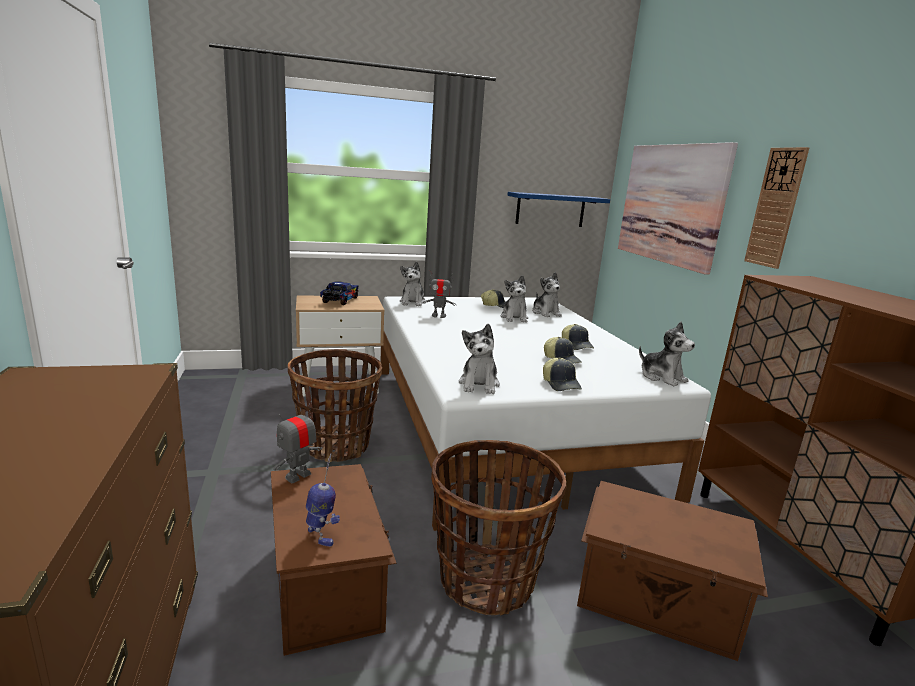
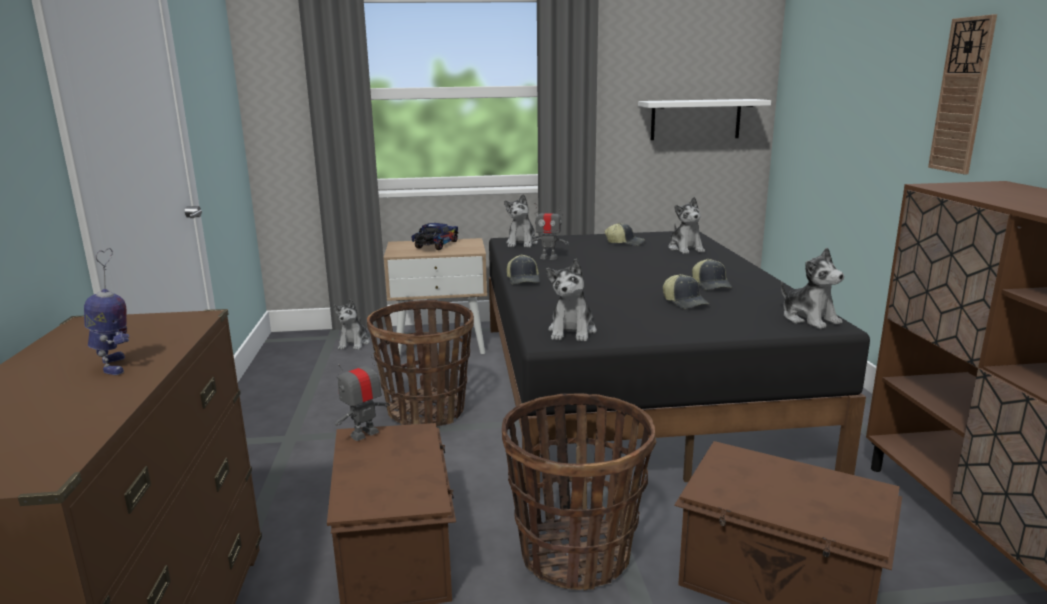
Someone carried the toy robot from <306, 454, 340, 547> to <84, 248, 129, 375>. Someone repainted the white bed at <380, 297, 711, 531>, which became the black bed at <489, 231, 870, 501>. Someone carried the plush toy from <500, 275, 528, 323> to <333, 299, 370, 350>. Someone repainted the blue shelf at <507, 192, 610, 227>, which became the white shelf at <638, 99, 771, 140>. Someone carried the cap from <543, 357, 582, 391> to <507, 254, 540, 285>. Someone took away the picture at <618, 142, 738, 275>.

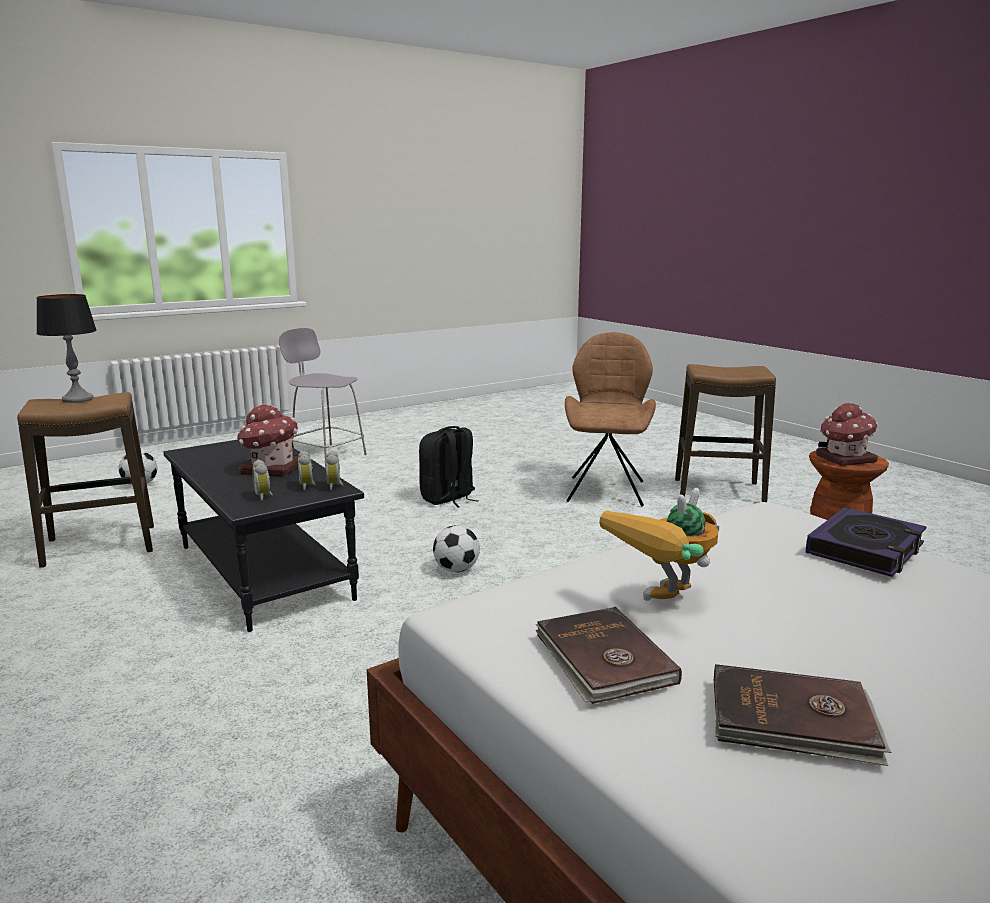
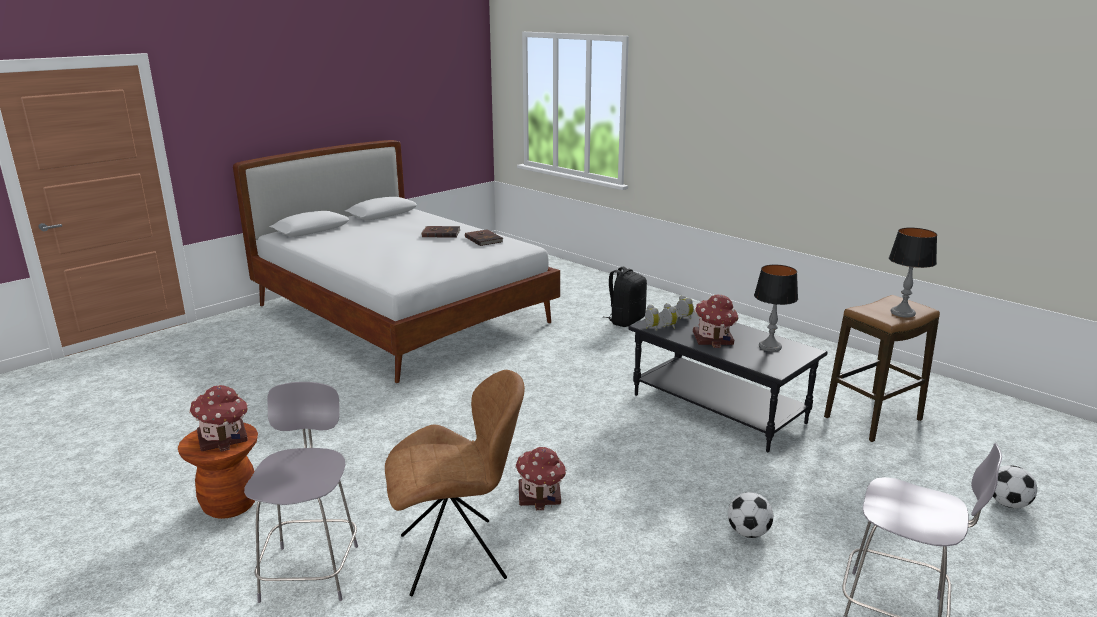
Someone carried the black backpack from <419, 426, 478, 508> to <604, 267, 647, 327>. Someone carried the football from <433, 525, 480, 573> to <728, 492, 774, 538>. Someone rotated the brown chair at <565, 332, 656, 507> by 105 degrees counterclockwise. Someone took away the toy robot at <599, 488, 719, 601>. Someone swapped the stool at <675, 364, 776, 502> for the grey chair at <244, 382, 358, 603>. Someone took away the book at <805, 507, 926, 577>. Someone put down the toy house at <515, 447, 567, 510>. Someone put down the table lamp at <754, 265, 798, 352>.

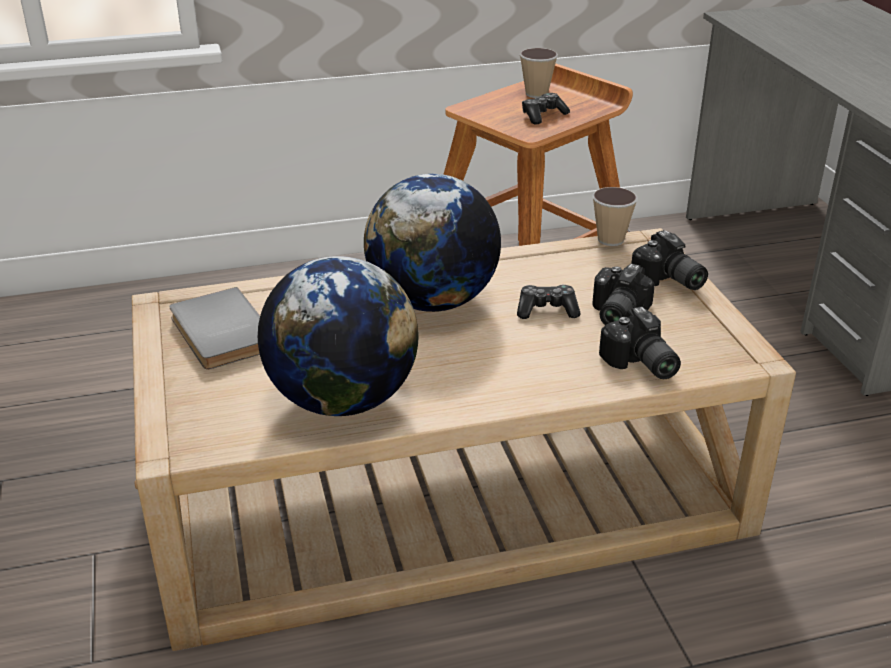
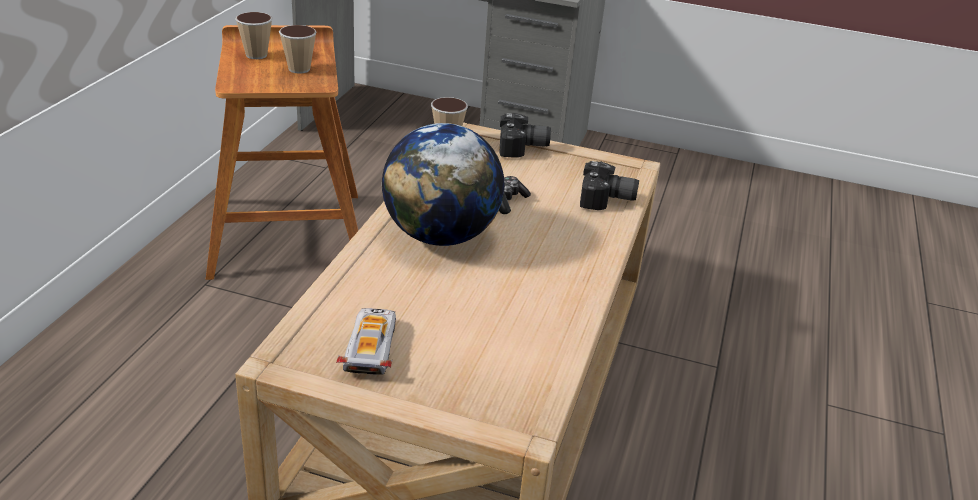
Someone swapped the grey book at <170, 287, 260, 370> for the toy car at <336, 308, 396, 375>. Someone took away the globe at <258, 256, 418, 416>. Someone swapped the game controller at <522, 93, 570, 125> for the cup at <279, 25, 317, 74>. Someone took away the photo camera at <592, 264, 655, 325>.

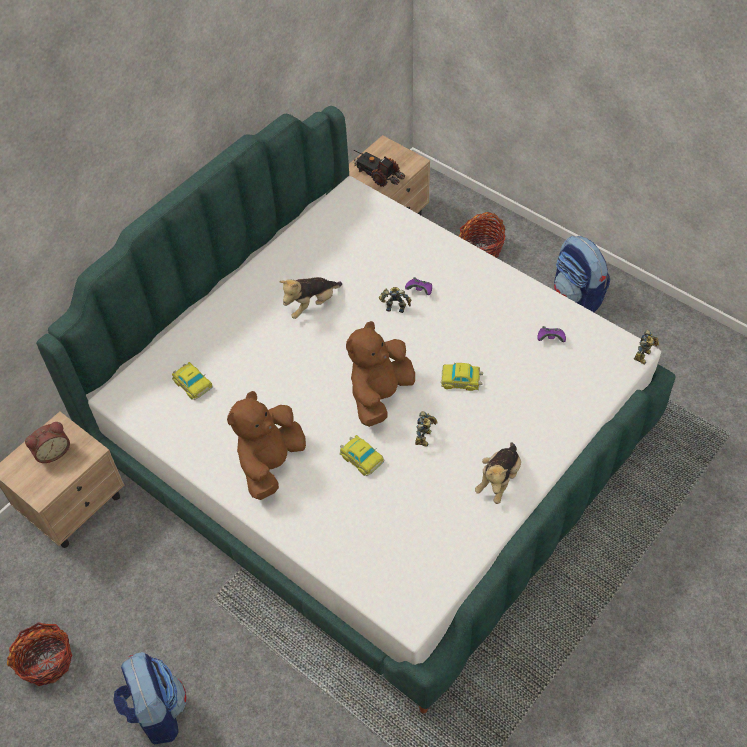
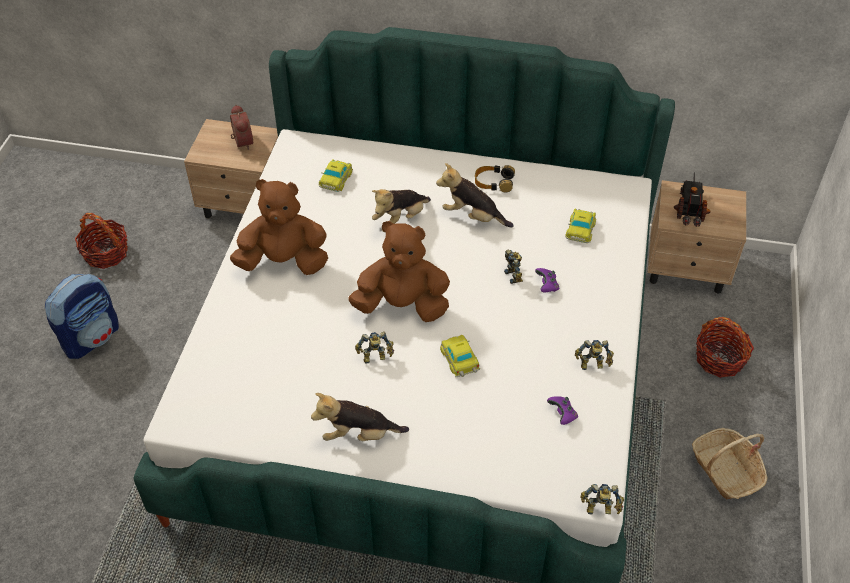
Someone rotated the alarm clock at <25, 422, 70, 463> by 135 degrees counterclockwise. Someone carried the toy car from <339, 435, 384, 476> to <565, 209, 596, 243>. Someone swapped the backpack at <554, 236, 610, 312> for the basket at <692, 428, 767, 499>. Someone put down the plush toy at <372, 189, 431, 232>. Someone put down the headphones at <475, 165, 515, 192>. Someone put down the toy robot at <575, 340, 614, 370>.

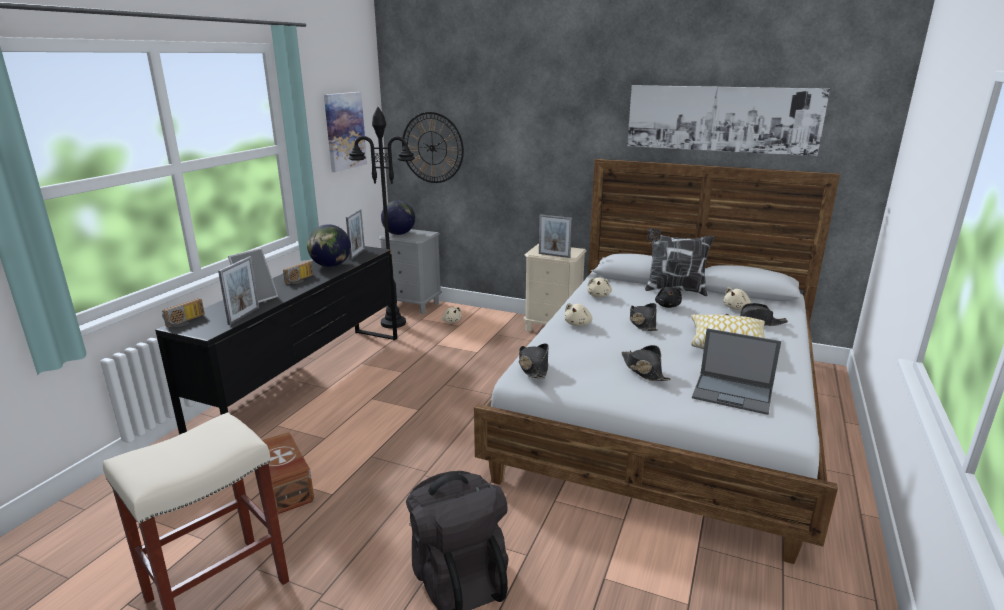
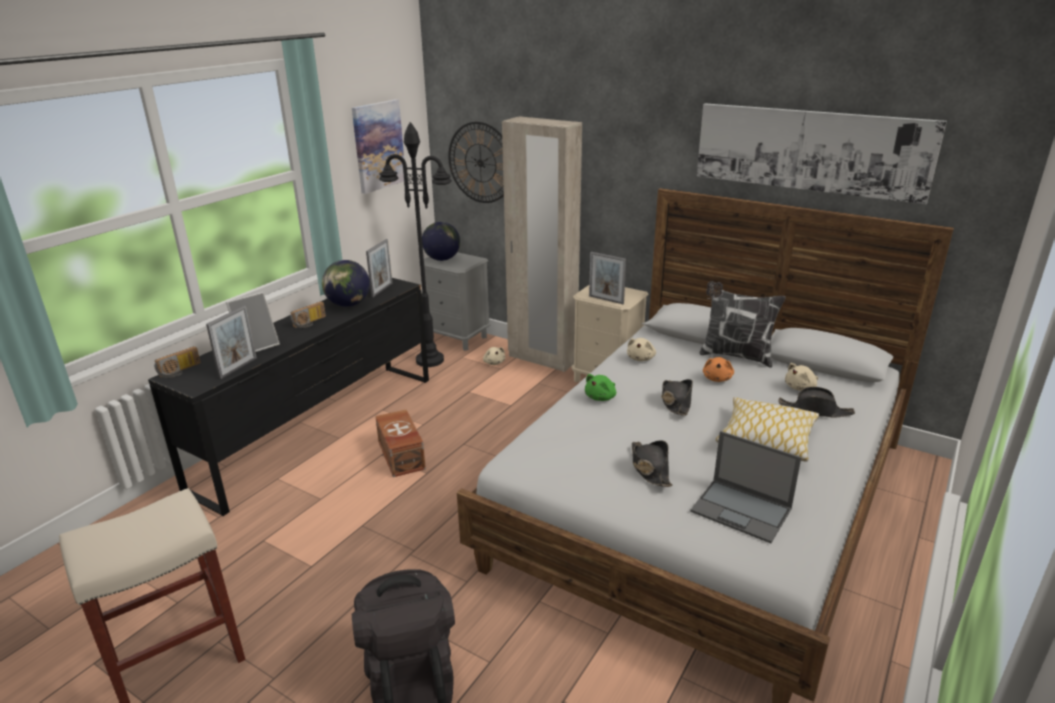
Someone carried the brown storage box from <262, 432, 315, 515> to <375, 410, 426, 477>. Someone took away the black hat at <519, 344, 548, 379>. Someone repainted the beige plush toy at <564, 303, 592, 326>, which became the green plush toy at <585, 374, 616, 401>. Someone repainted the black plush toy at <655, 287, 682, 308>, which became the orange plush toy at <703, 357, 734, 382>. Someone put down the beige wardrobe at <502, 116, 582, 372>.

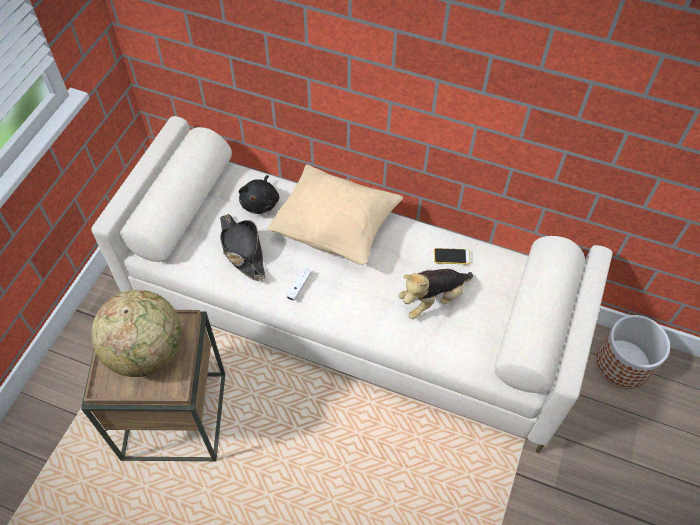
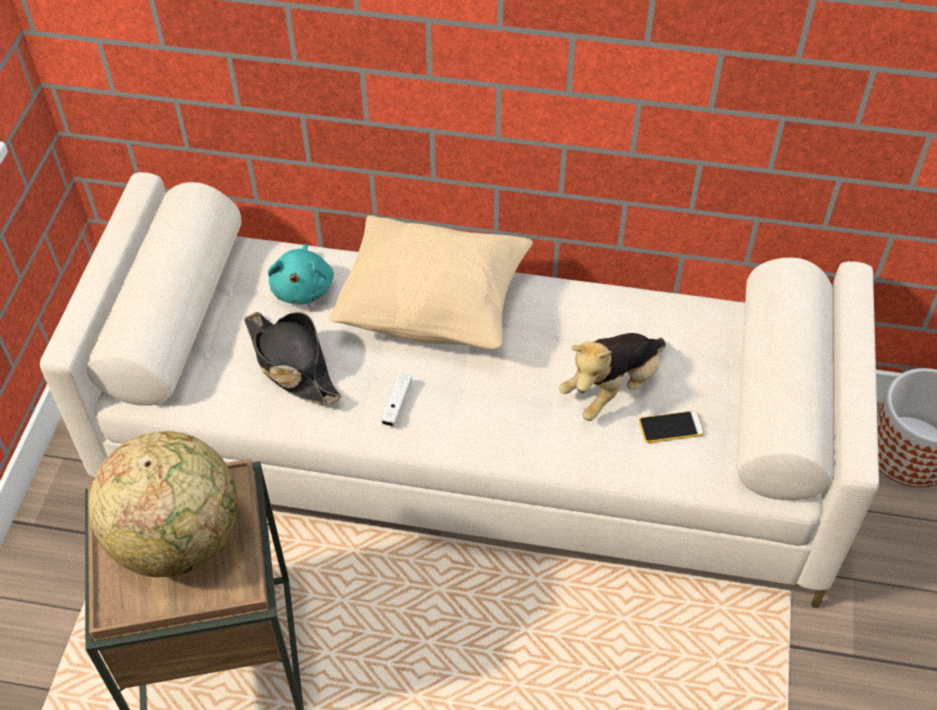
Someone repainted the black plush toy at <239, 175, 279, 214>, which became the turquoise plush toy at <268, 244, 334, 304>. Someone carried the phone from <434, 248, 470, 265> to <639, 411, 704, 443>.

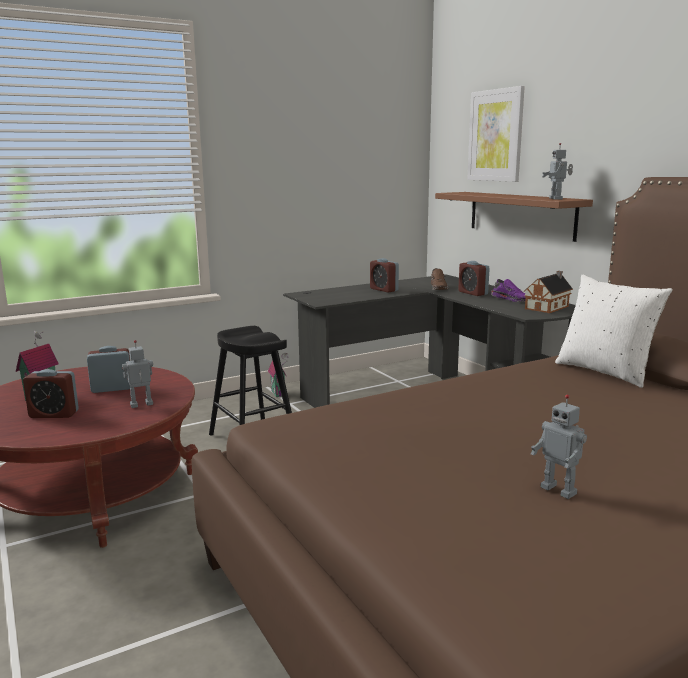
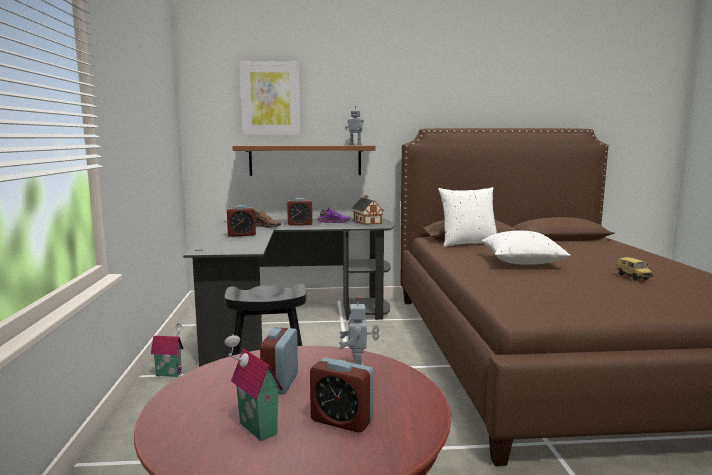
Someone rotated the alarm clock at <23, 369, 79, 418> by 90 degrees clockwise. Someone swapped the toy robot at <531, 394, 587, 499> for the toy car at <616, 257, 653, 281>. Someone put down the white pillow at <481, 231, 570, 265>.

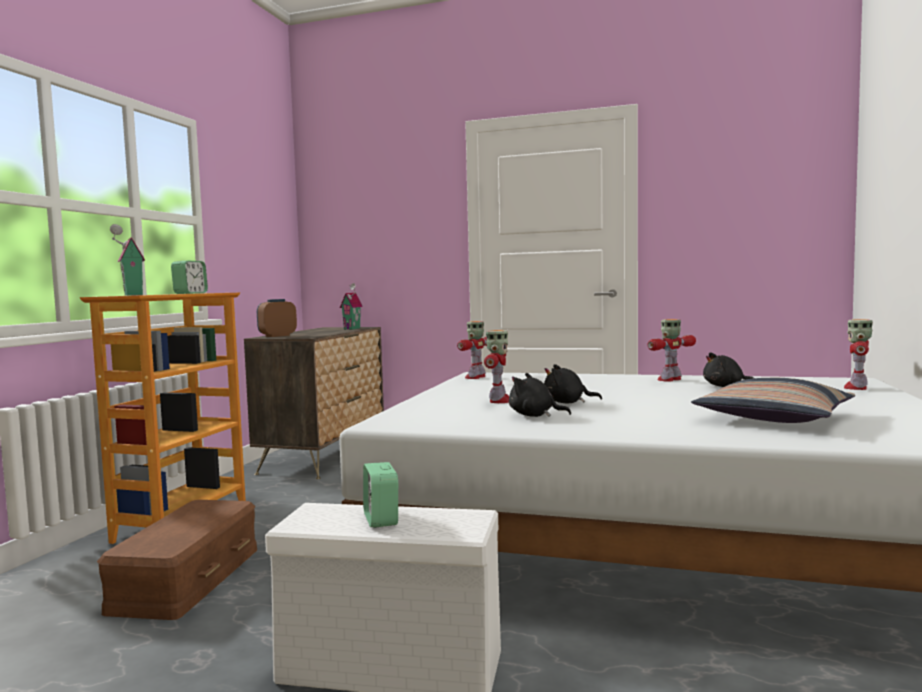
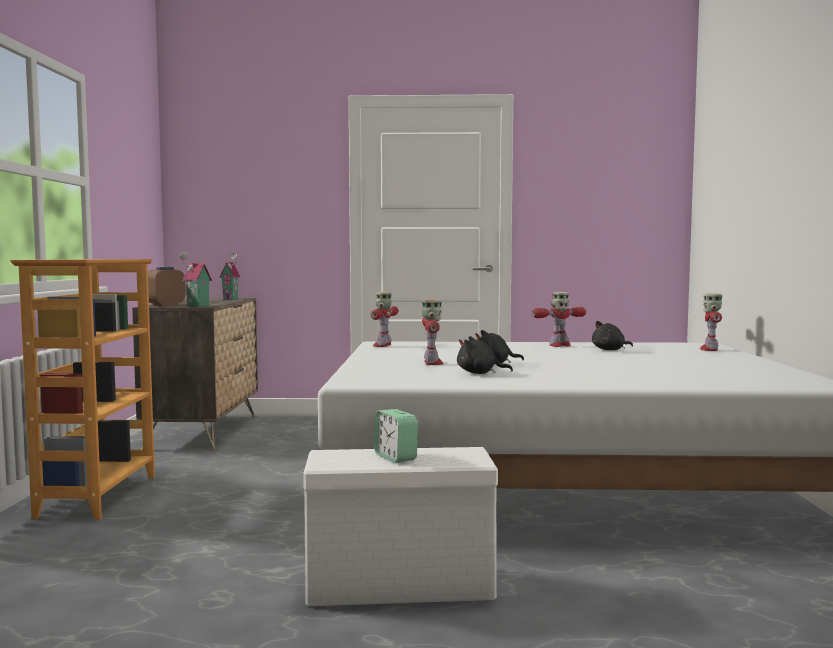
Someone took away the brown storage box at <97, 500, 257, 620>. Someone carried the toy house from <110, 224, 145, 296> to <179, 252, 212, 307>. Someone took away the alarm clock at <171, 261, 208, 294>. Someone rotated the toy robot at <647, 319, 696, 382> by 150 degrees counterclockwise. Someone took away the pillow at <691, 378, 855, 423>.

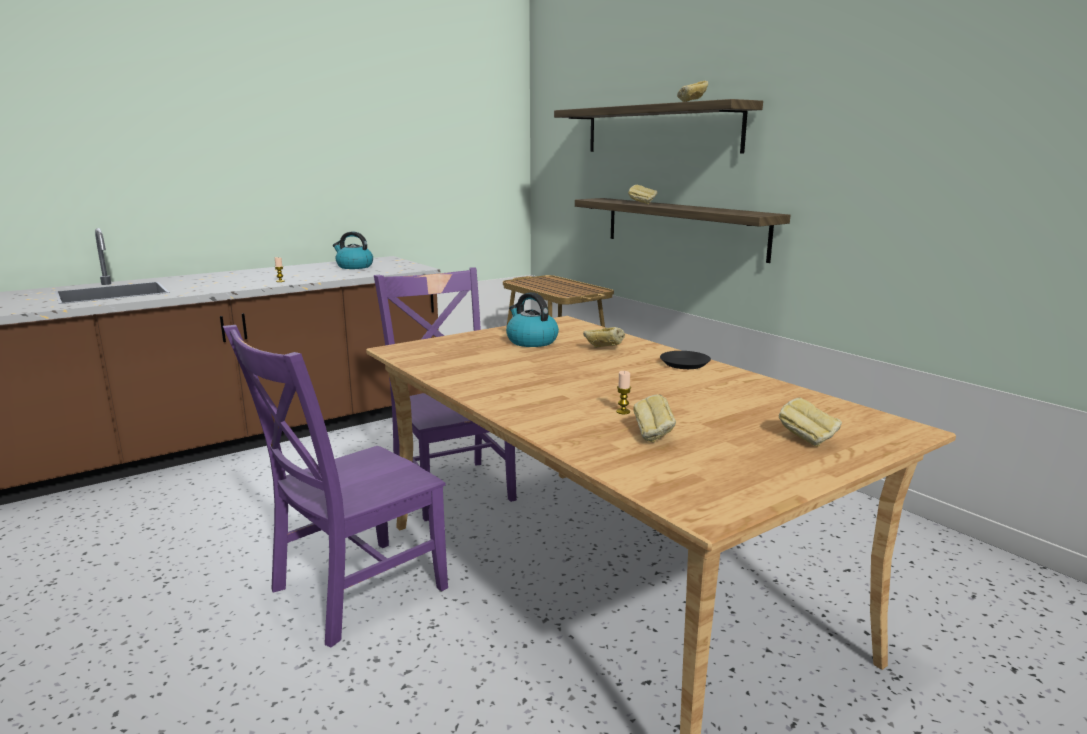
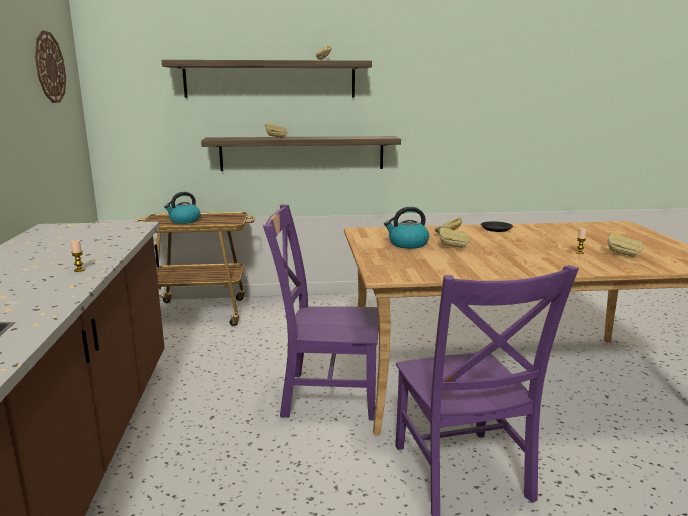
Someone carried the kettle from <333, 232, 373, 269> to <164, 192, 200, 224>. Someone carried the bread from <779, 398, 842, 447> to <439, 228, 469, 248>. Someone put up the wall clock at <35, 30, 66, 103>.

